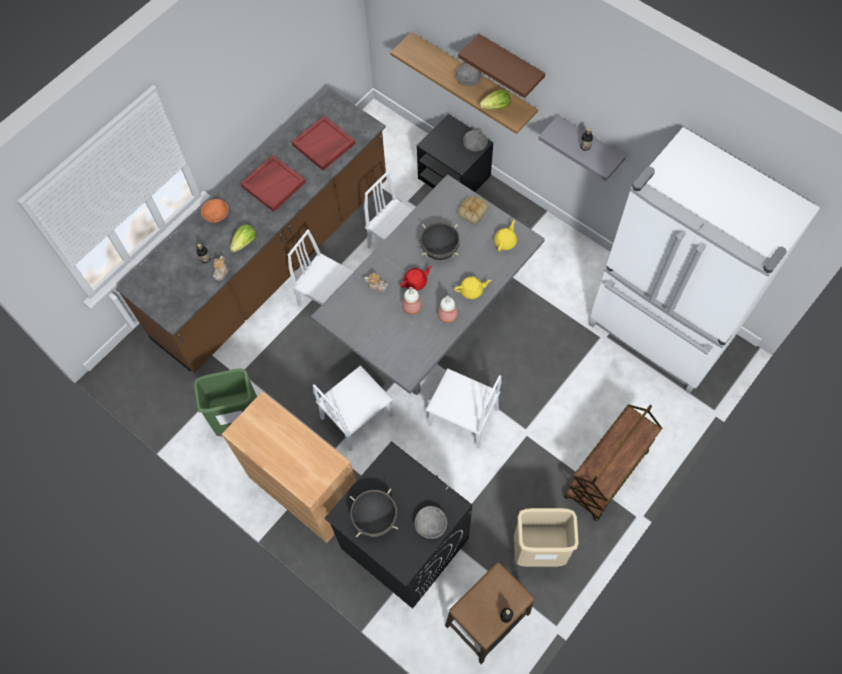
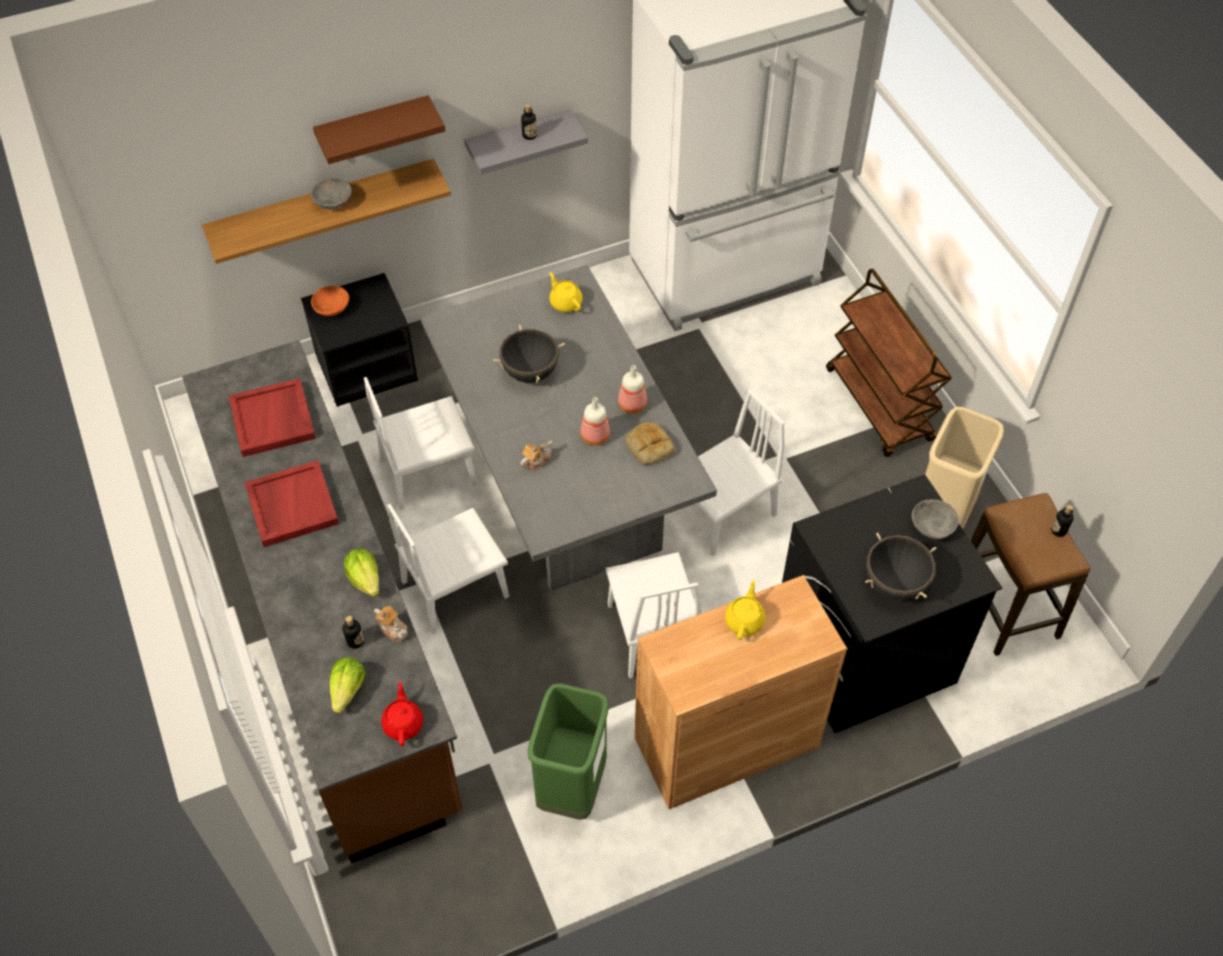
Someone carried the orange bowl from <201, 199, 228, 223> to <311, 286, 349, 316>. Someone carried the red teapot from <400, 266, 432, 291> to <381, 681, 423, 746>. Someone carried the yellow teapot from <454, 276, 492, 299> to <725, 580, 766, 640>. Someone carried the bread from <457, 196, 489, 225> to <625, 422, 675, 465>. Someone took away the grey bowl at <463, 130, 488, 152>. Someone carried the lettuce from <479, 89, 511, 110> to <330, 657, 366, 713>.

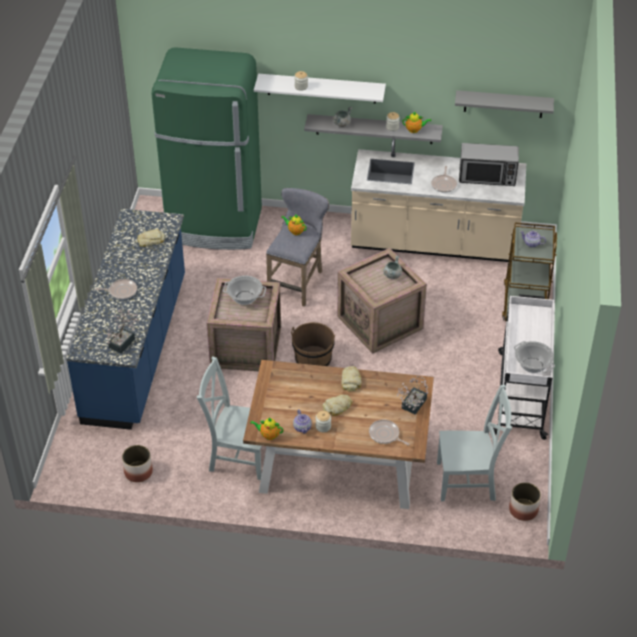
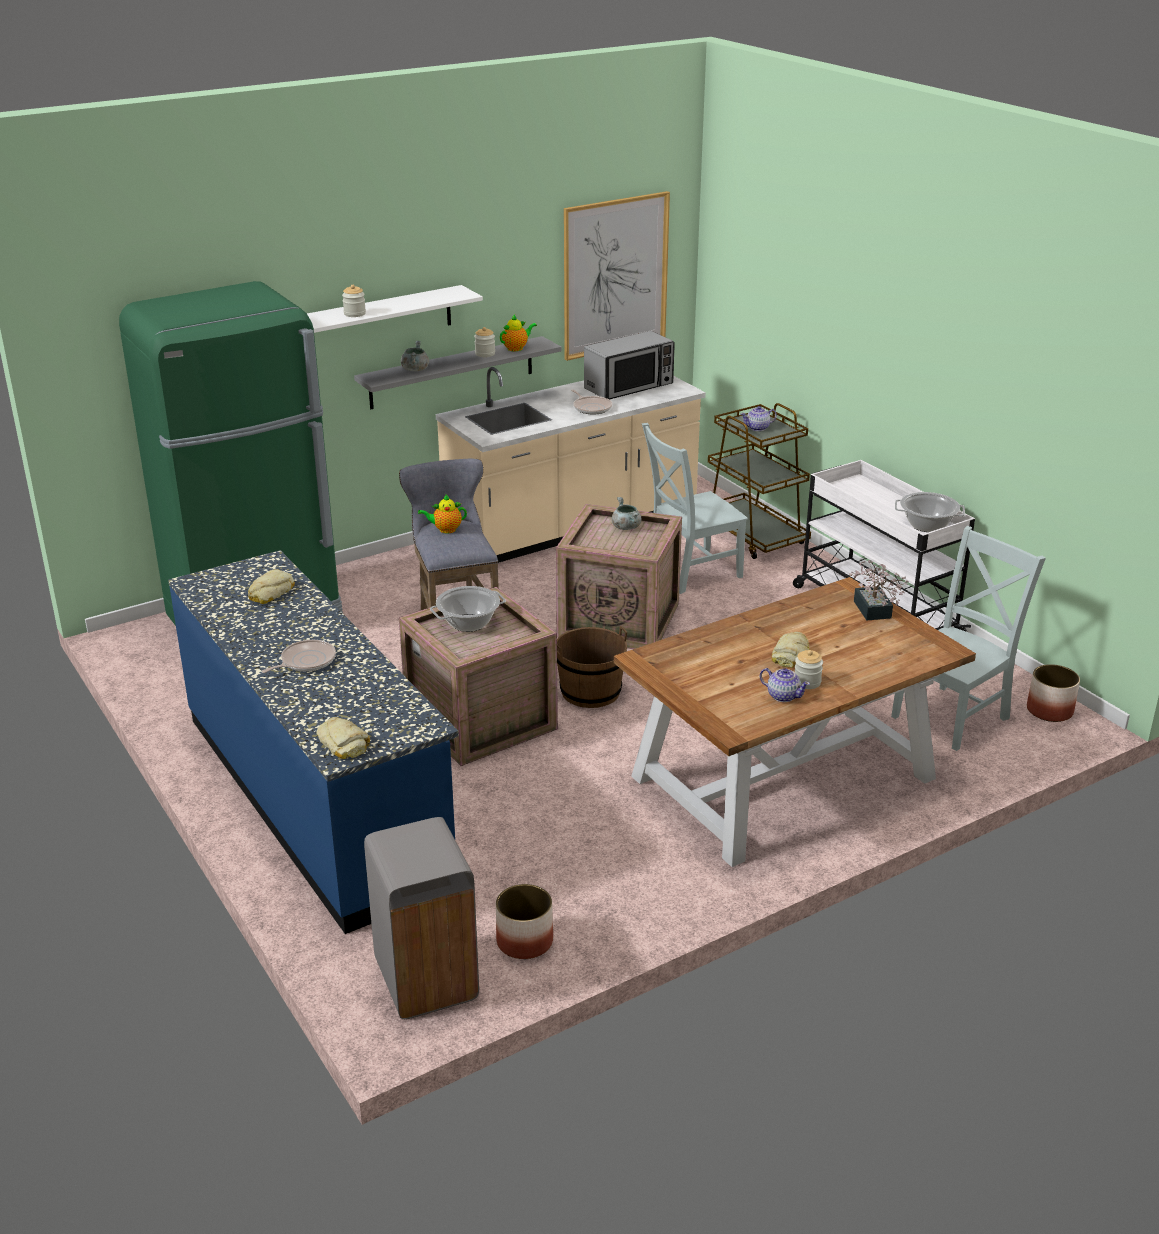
Someone took away the potted plant at <106, 308, 140, 353>. Someone carried the grey chair from <197, 357, 262, 480> to <642, 423, 748, 594>. Someone took away the teapot at <251, 418, 283, 440>. Someone carried the bread from <341, 366, 361, 391> to <316, 717, 370, 759>. Someone took away the frying pan at <369, 420, 410, 445>. Someone swapped the grey shelf at <455, 90, 554, 118> for the picture at <564, 191, 670, 361>. Someone put down the grey trash can at <364, 817, 479, 1019>.

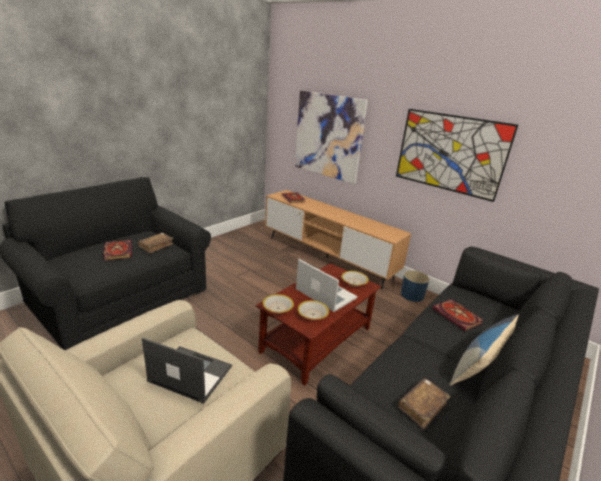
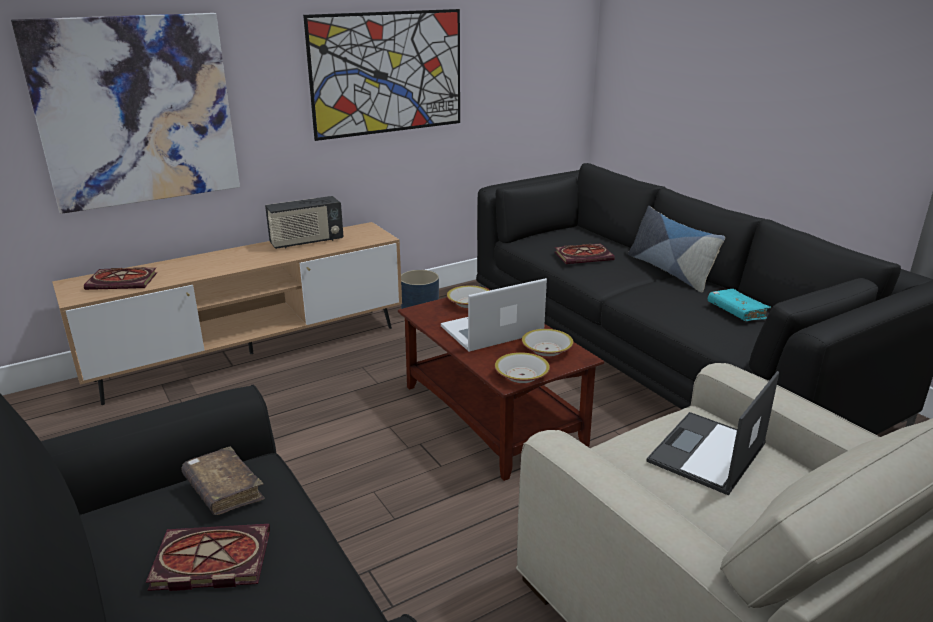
Someone repainted the brown book at <398, 378, 450, 429>, which became the turquoise book at <708, 289, 771, 321>. Someone put down the radio at <265, 196, 343, 249>.

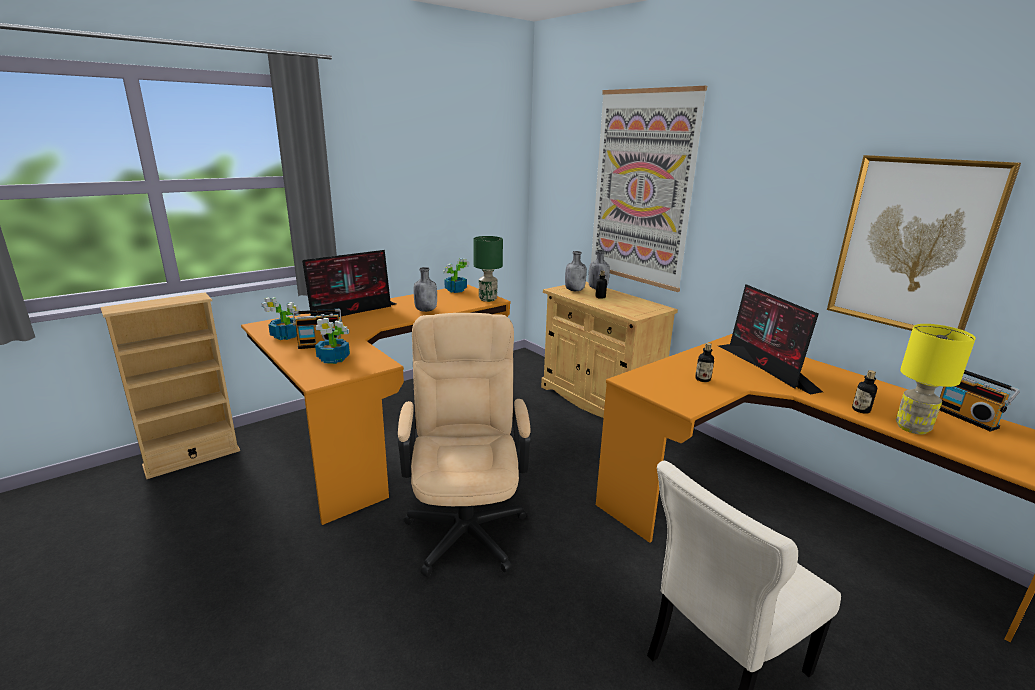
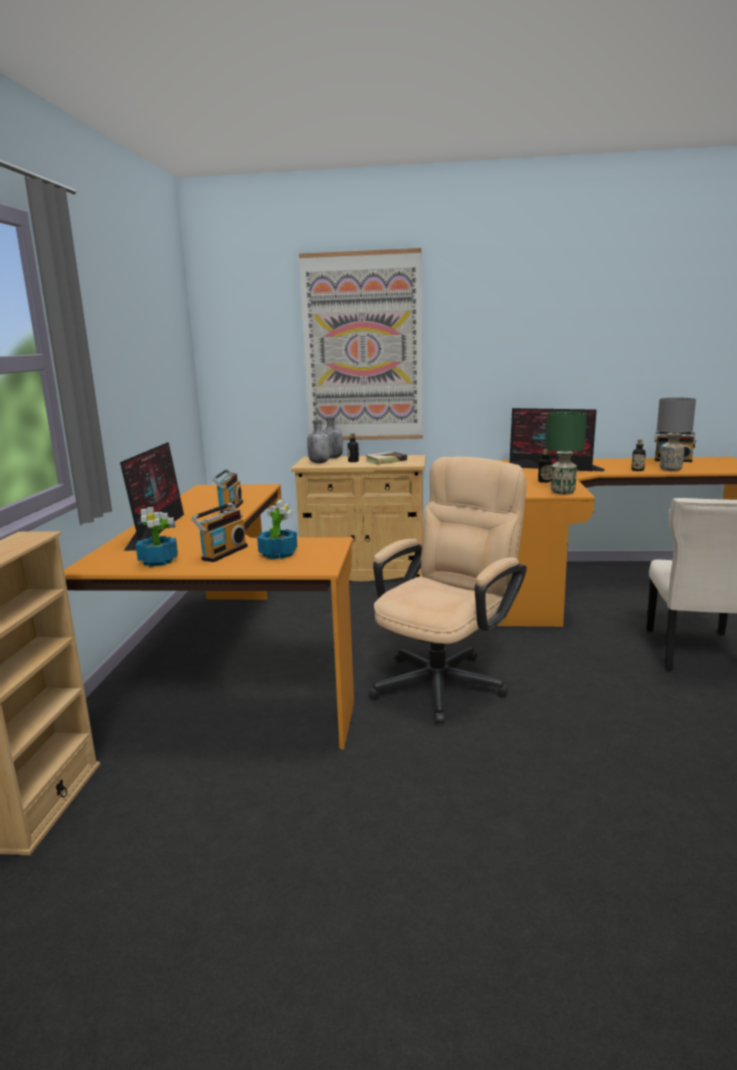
Someone rotated the beige office chair at <398, 313, 531, 577> by 90 degrees clockwise. Someone swapped the grey bottle at <414, 267, 437, 312> for the radio at <212, 469, 243, 513>. Someone took away the potted plant at <443, 258, 469, 293>. Someone carried the green table lamp from <473, 236, 503, 302> to <546, 411, 587, 495>. Someone took away the picture at <827, 155, 1021, 331>. Someone repainted the yellow table lamp at <896, 324, 976, 434>, which became the grey table lamp at <657, 398, 696, 471>. Someone put down the book at <365, 452, 407, 465>.

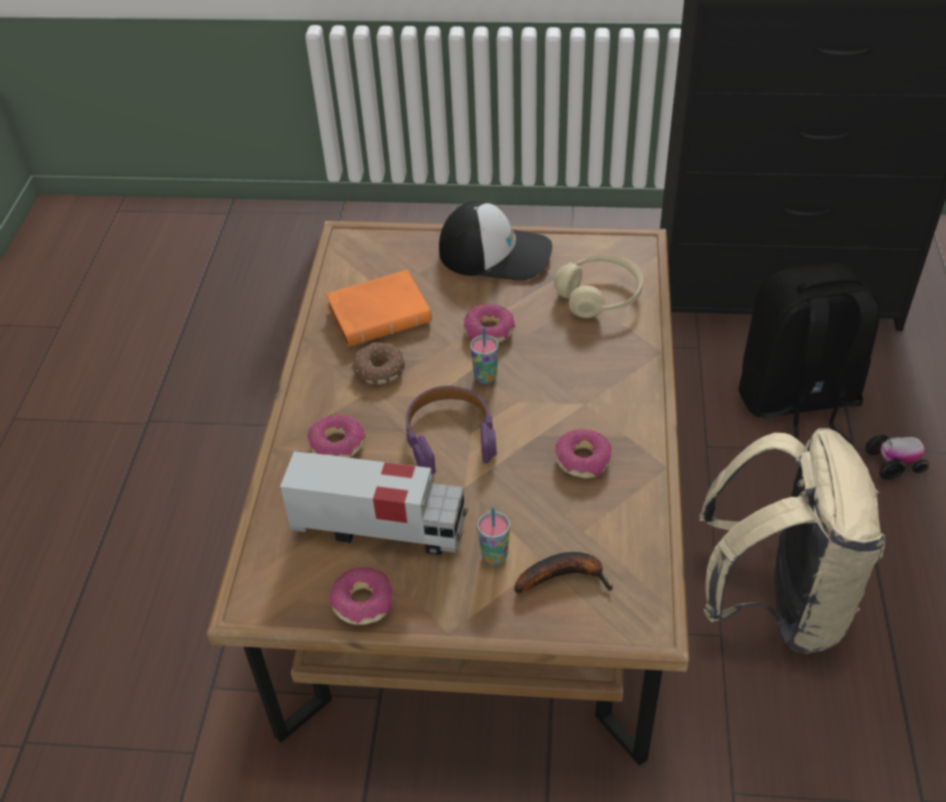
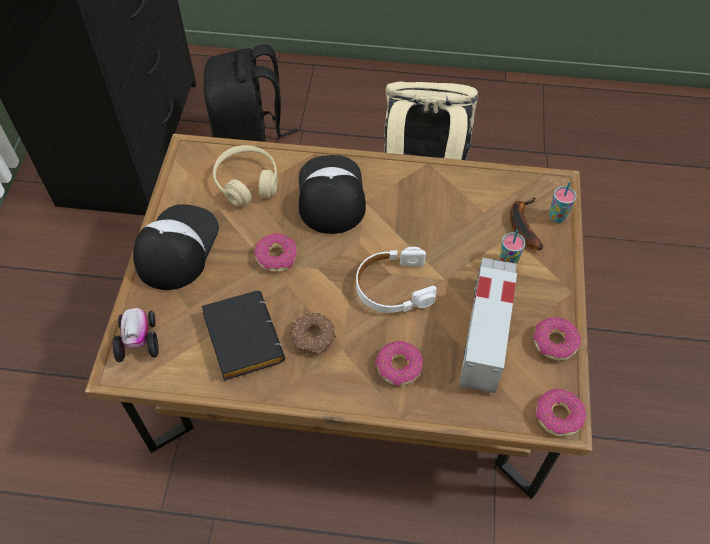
Someone repainted the orange book at <325, 270, 432, 347>, which became the black book at <201, 291, 285, 381>. Someone repainted the purple headphones at <406, 386, 497, 474>, which became the white headphones at <356, 247, 437, 313>. Someone carried the cup from <470, 327, 499, 384> to <549, 182, 576, 223>. Someone carried the donut from <555, 429, 612, 479> to <536, 389, 586, 437>. Someone carried the toy car from <865, 435, 929, 480> to <112, 308, 159, 362>. Someone put down the cap at <299, 155, 366, 234>.

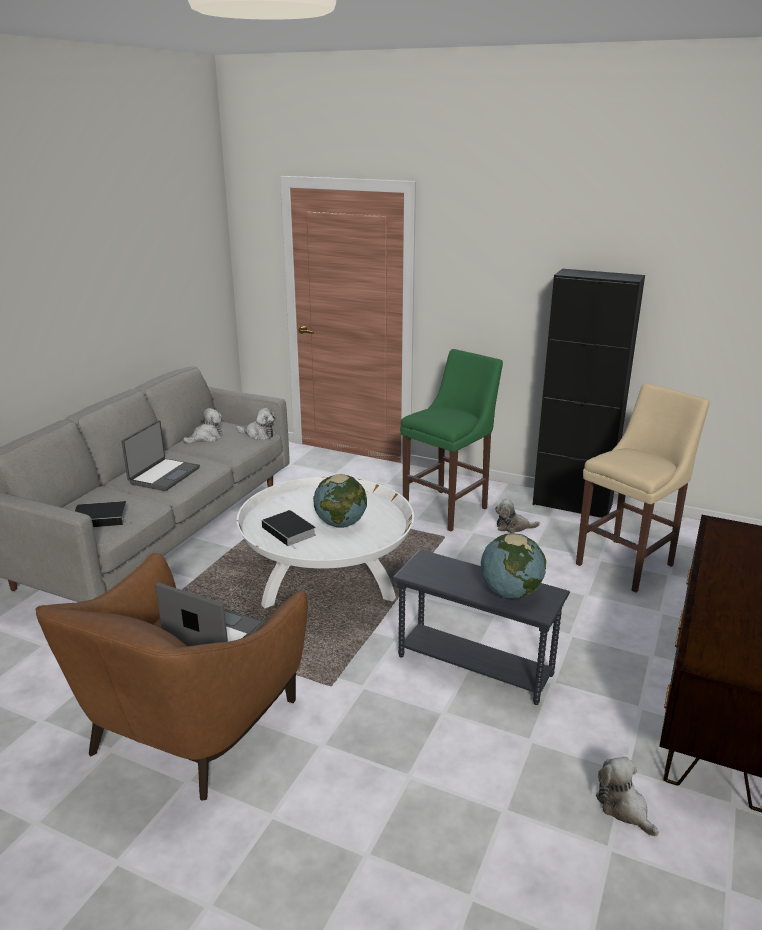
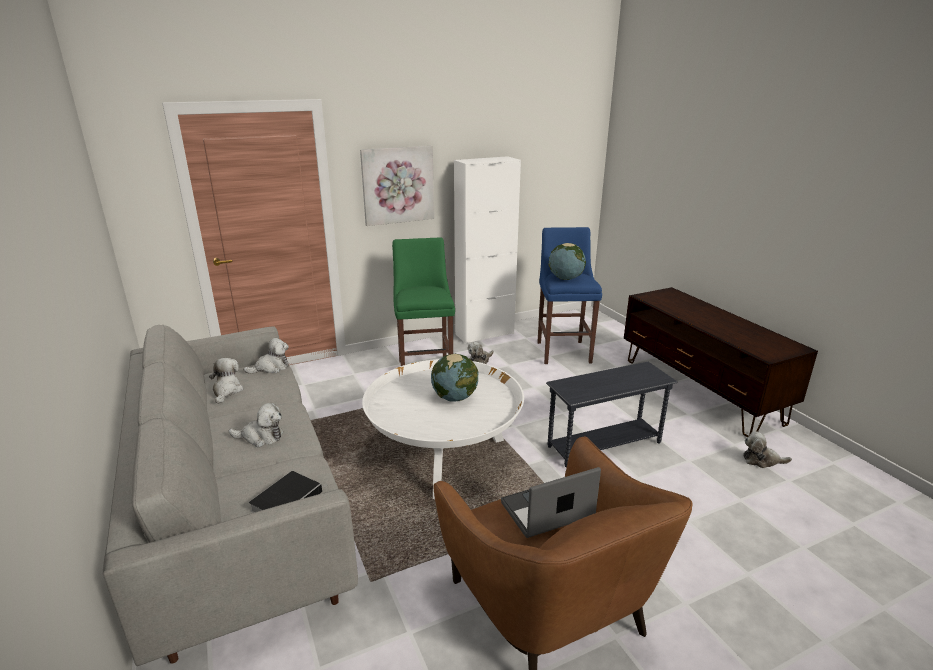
Someone swapped the laptop at <122, 420, 200, 491> for the plush toy at <229, 403, 283, 447>. Someone took away the book at <262, 510, 316, 549>. Someone carried the globe from <481, 533, 546, 599> to <548, 243, 586, 280>. Someone repainted the black cabinet at <533, 269, 645, 518>, which became the white cabinet at <454, 156, 521, 344>. Someone repainted the beige stool at <576, 383, 710, 593>, which became the blue stool at <537, 227, 602, 364>. Someone put up the picture at <360, 146, 434, 226>.

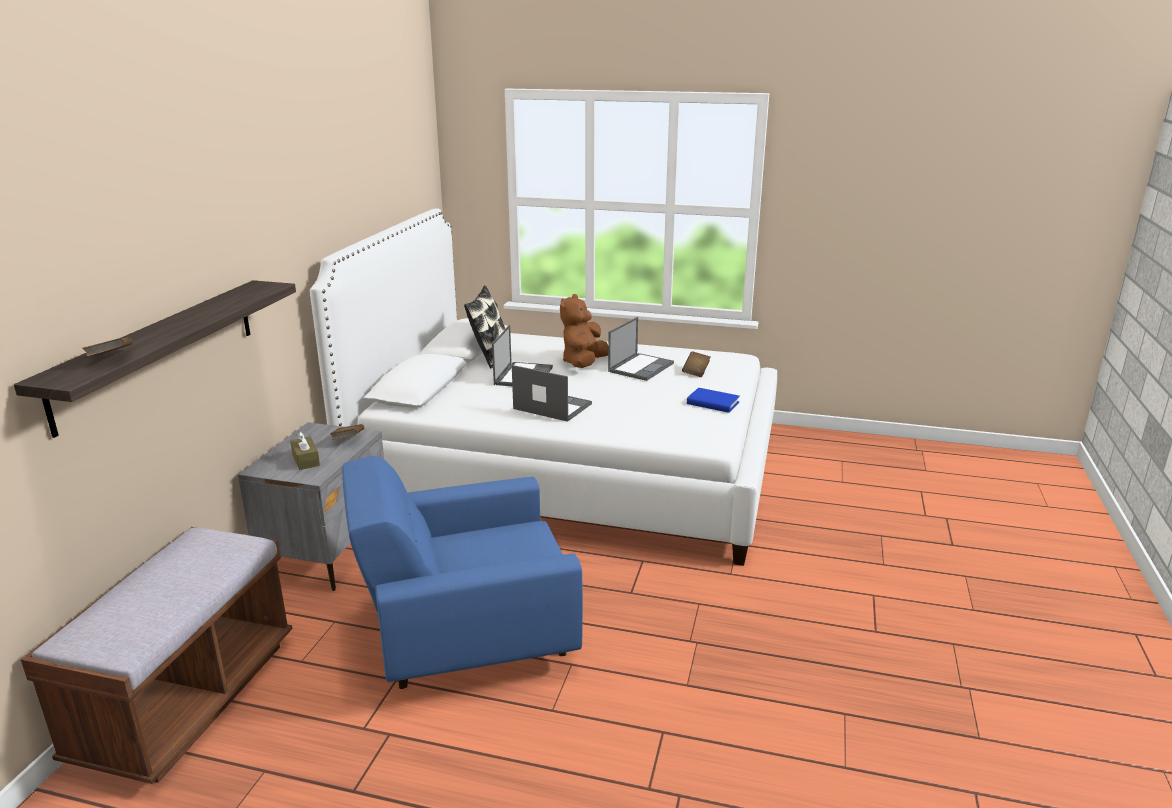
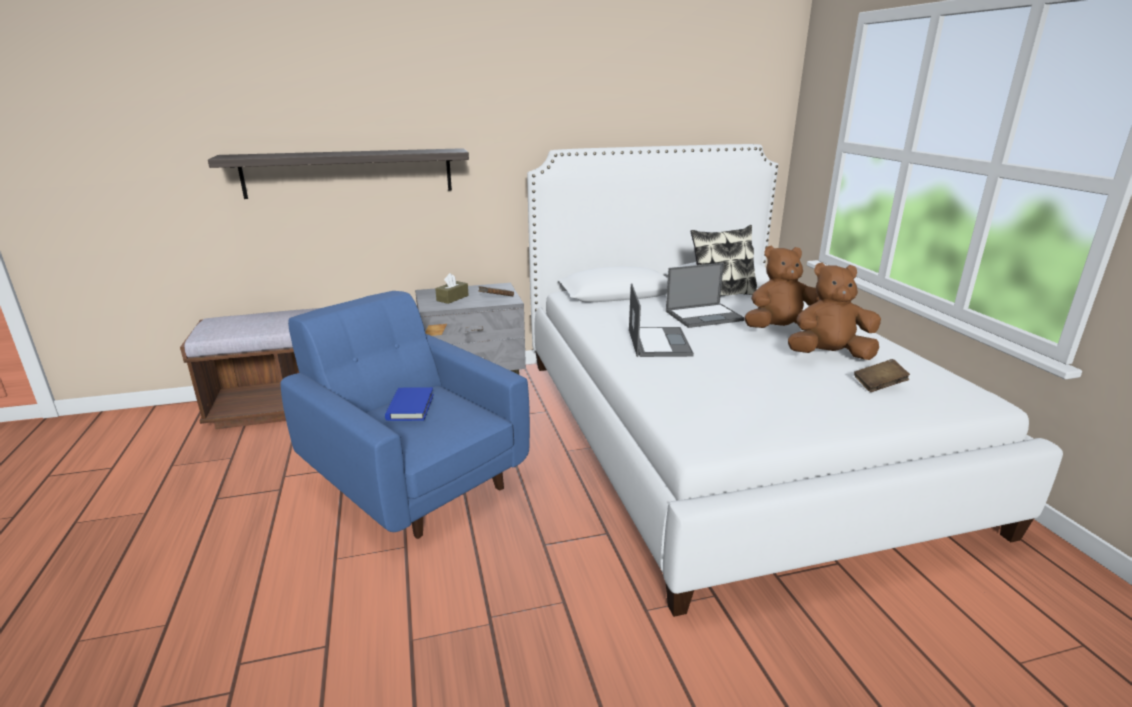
Someone took away the brown book at <82, 337, 133, 357>. Someone swapped the laptop at <608, 317, 674, 381> for the brown plush toy at <788, 263, 881, 360>. Someone carried the blue book from <687, 388, 740, 413> to <385, 387, 434, 421>.

